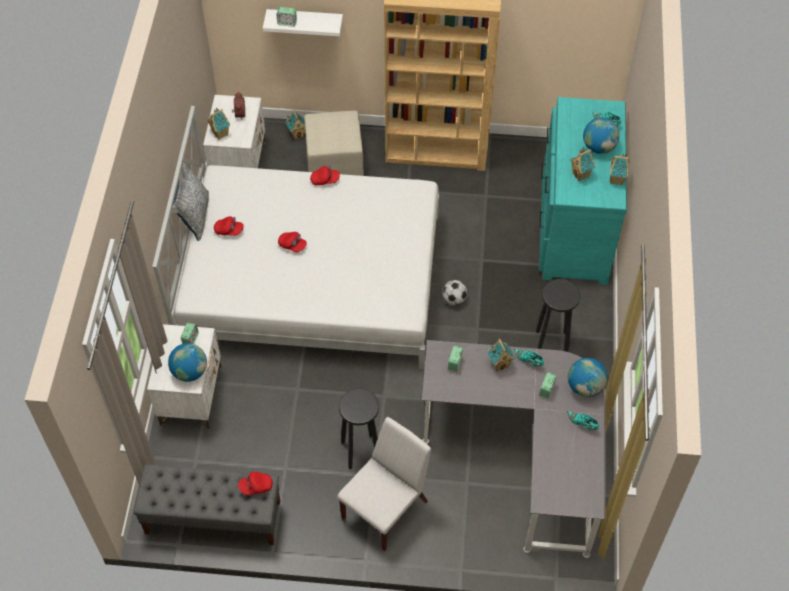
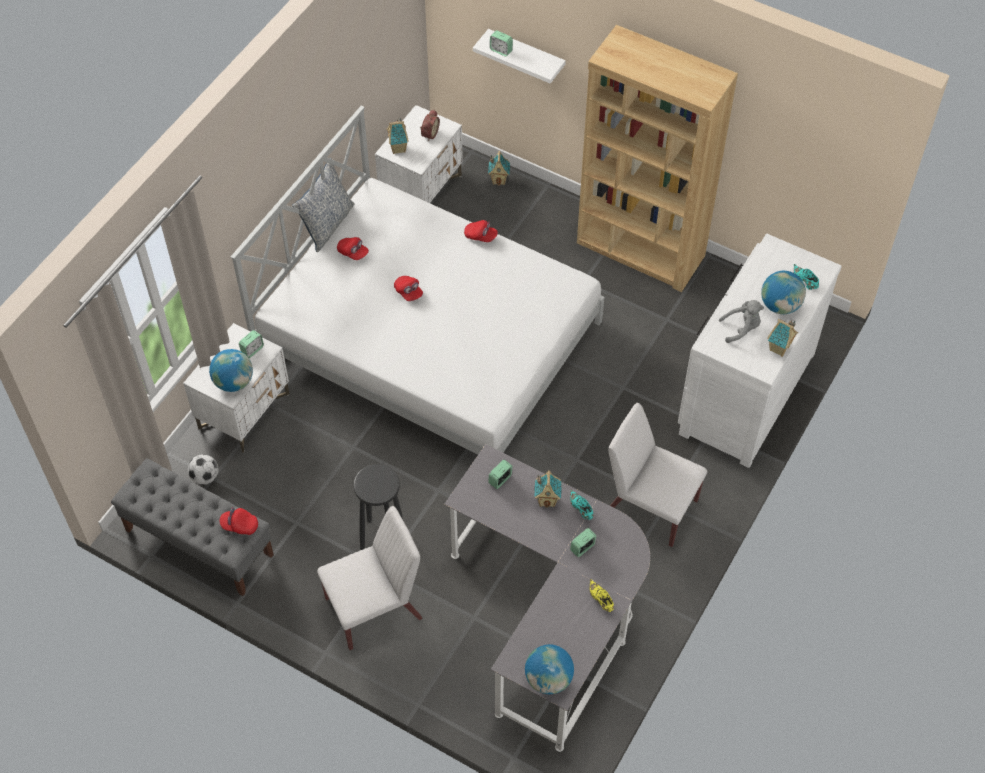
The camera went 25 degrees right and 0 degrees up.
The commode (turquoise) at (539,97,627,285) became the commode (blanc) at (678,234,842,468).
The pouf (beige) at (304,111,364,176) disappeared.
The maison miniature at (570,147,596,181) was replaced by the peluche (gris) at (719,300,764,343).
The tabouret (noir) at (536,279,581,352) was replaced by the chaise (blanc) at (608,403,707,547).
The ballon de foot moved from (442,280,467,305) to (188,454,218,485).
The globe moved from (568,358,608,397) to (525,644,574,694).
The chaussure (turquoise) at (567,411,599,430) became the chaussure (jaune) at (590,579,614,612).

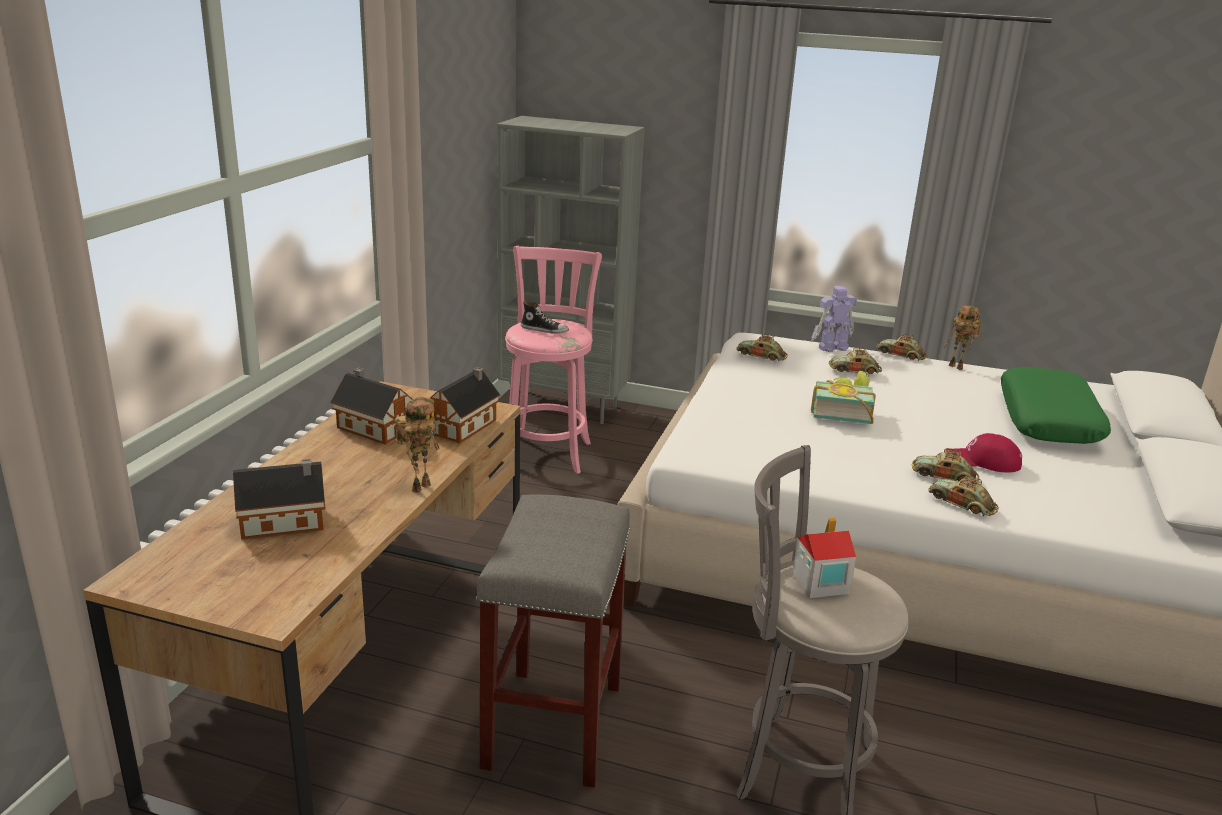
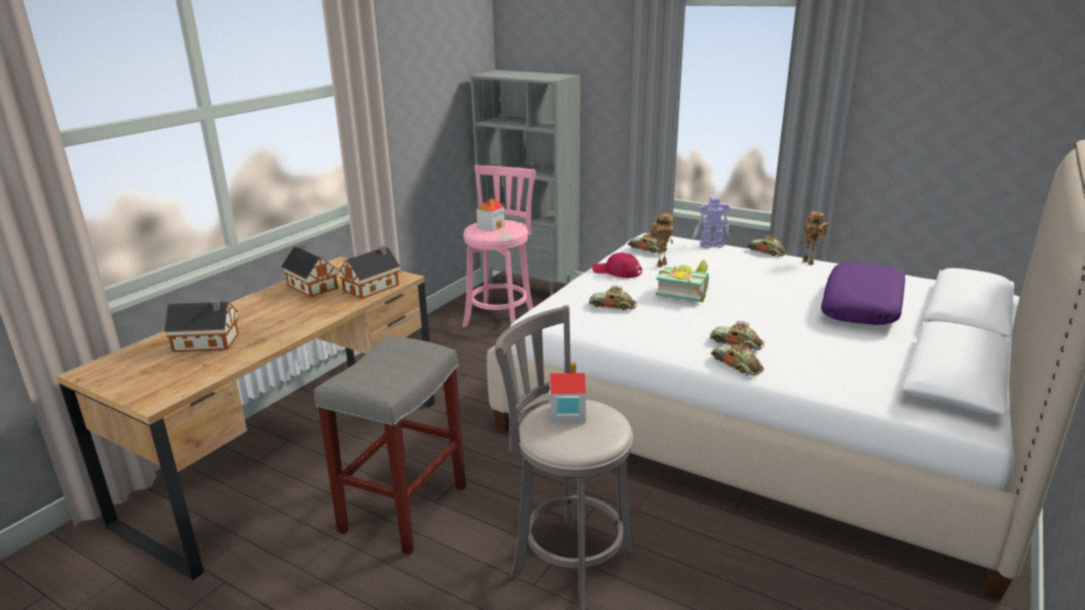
The camera went 15 degrees right and 0 degrees up.
The chaussure at (521,301,569,334) was replaced by the maison miniature at (476,199,505,231).
The petite voiture moved from (829,348,882,374) to (589,286,637,310).
The coussin (vert) at (1001,367,1111,444) became the coussin (violet) at (821,262,905,325).
The robot jouet moved from (395,397,440,493) to (650,213,673,267).
The casquette (rouge) moved from (944,433,1022,472) to (592,253,642,278).

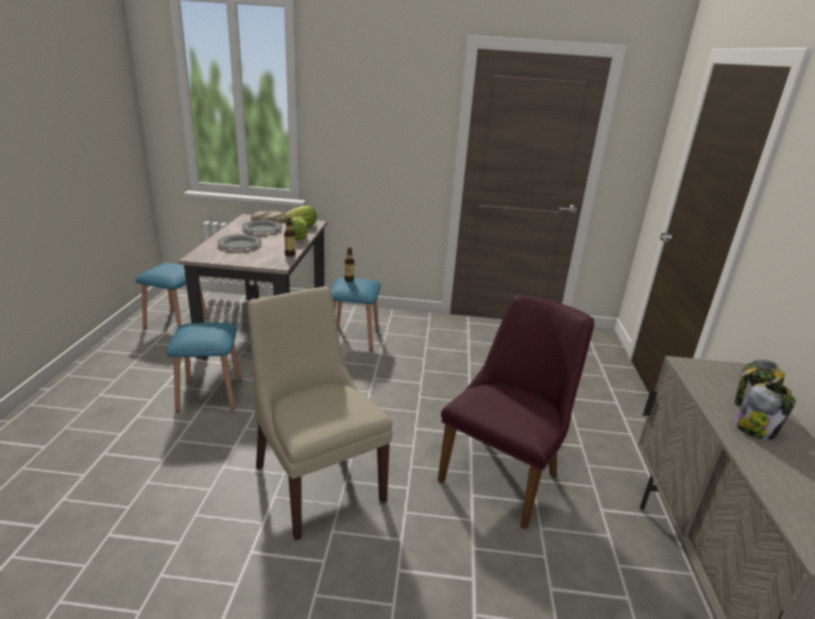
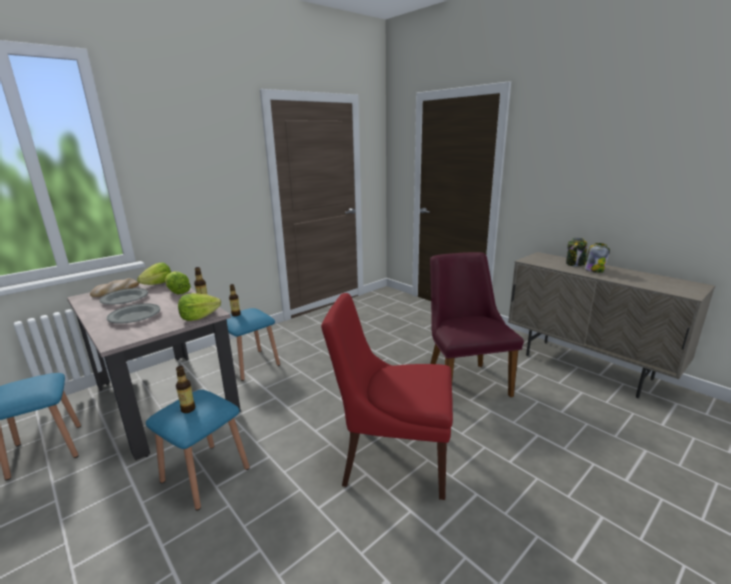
The camera went 45 degrees left and 5 degrees down.
The chaise (beige) at (248,286,393,541) became the chaise (rouge) at (321,293,453,500).
The laitue at (178,293,221,321) appeared.
The bouteille at (176,366,195,413) appeared.

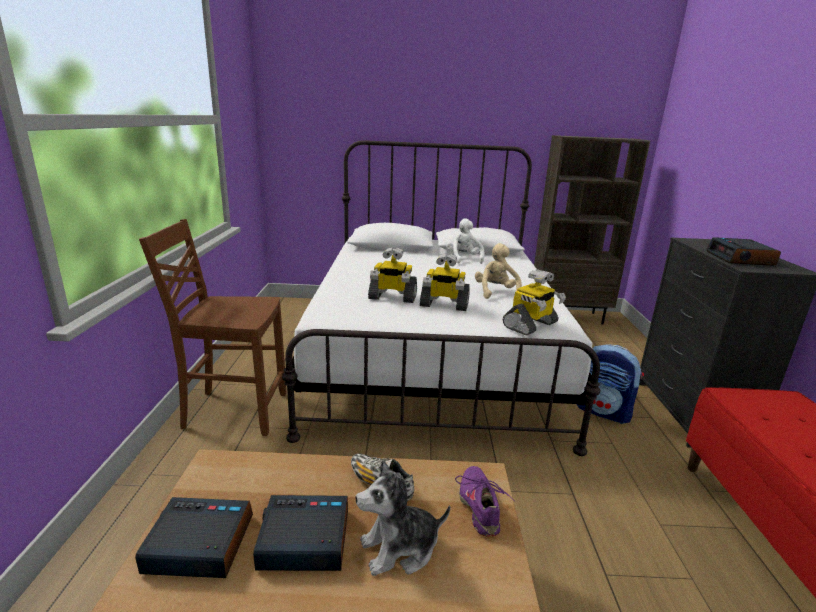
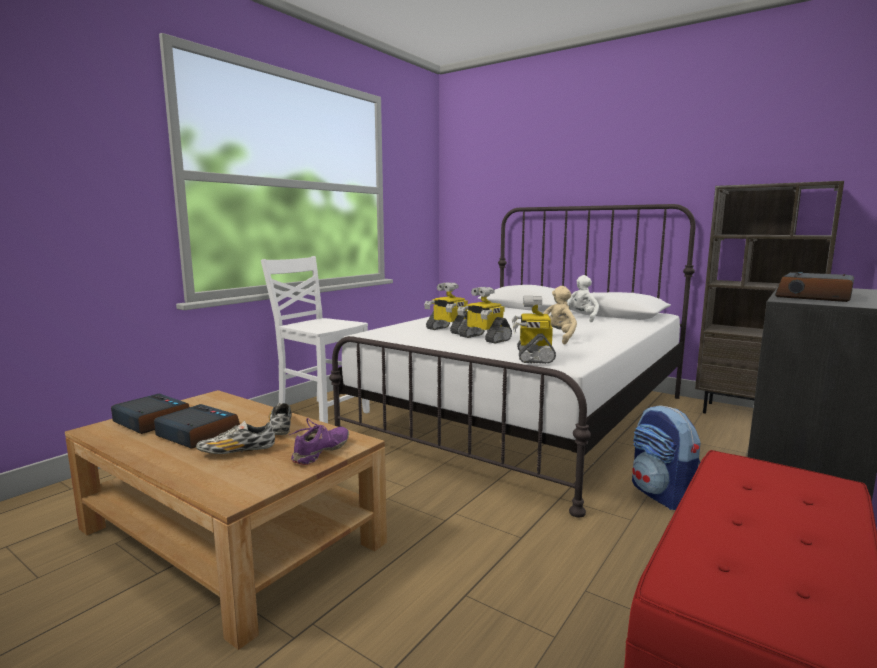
The camera went 35 degrees right and 10 degrees down.
The chaise (marron) at (139,219,287,436) became the chaise (blanc) at (261,256,370,423).
The robot jouet at (502,269,566,336) turned 105 degrees clockwise.
The peluche at (355,459,450,576) was replaced by the chaussure at (196,421,275,454).

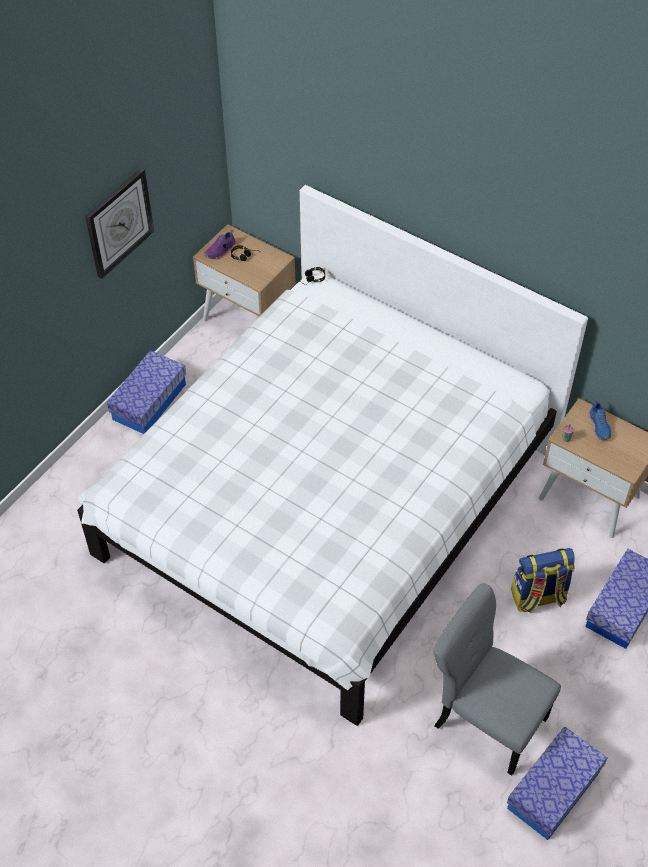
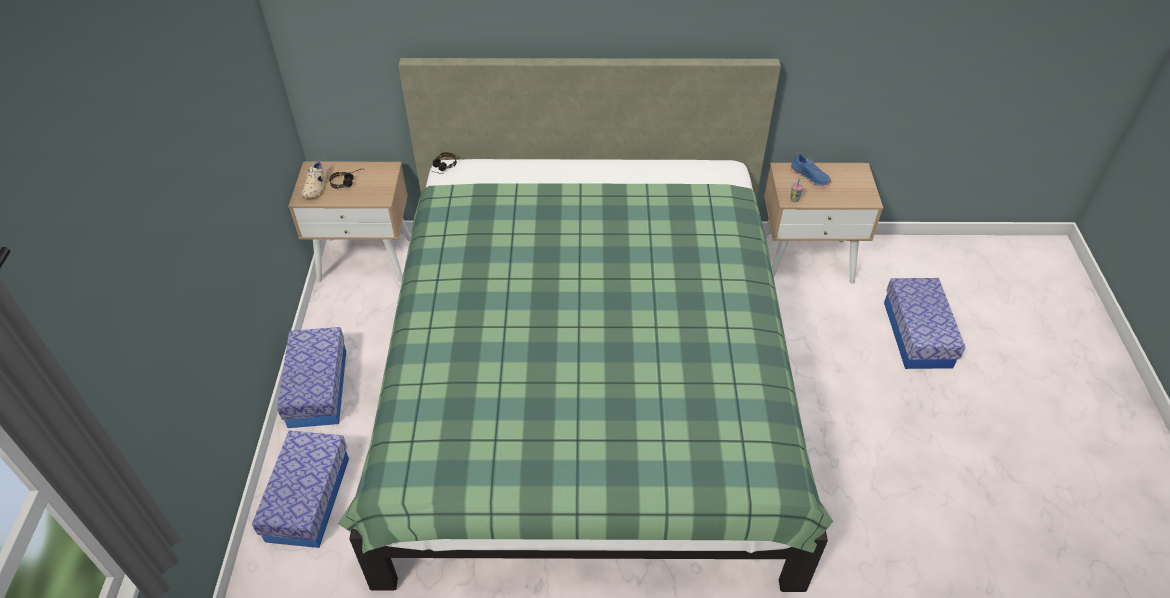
The camera went 35 degrees left and 5 degrees down.
The horloge murale at (85,168,154,279) disappeared.
The lit (blanc) at (77,185,588,726) became the lit (vert) at (338,58,833,592).
The chaussure (violet) at (204,230,236,259) became the chaussure (beige) at (301,159,328,198).
The sac à dos at (511,548,575,613) disappeared.
The chaise (gris) at (433,583,561,776) disappeared.
The boîte de rangement moved from (507,726,607,840) to (252,431,349,548).

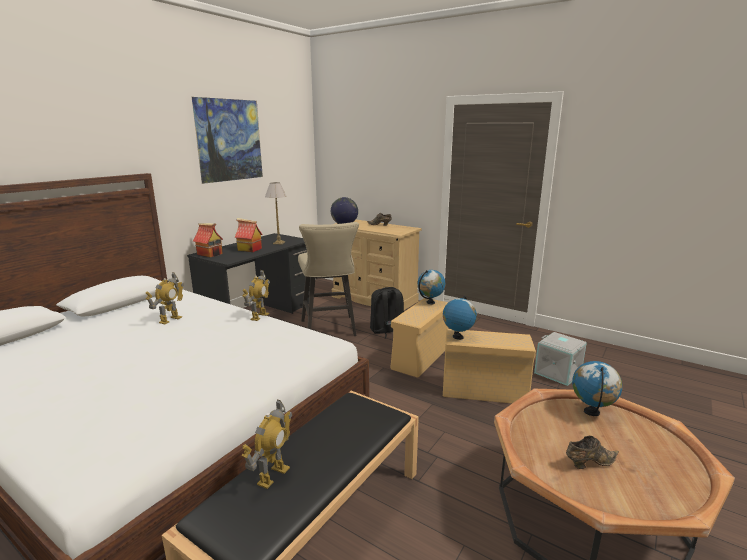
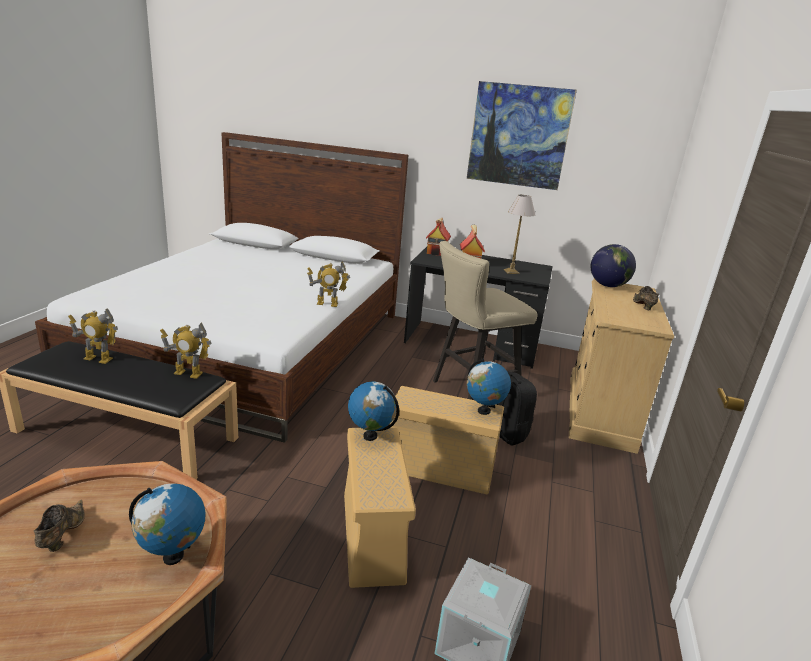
The camera went 70 degrees right and 5 degrees up.
The robot jouet moved from (146,272,184,324) to (160,322,212,379).
The chaussure (marron) at (566,436,619,469) turned 150 degrees counterclockwise.

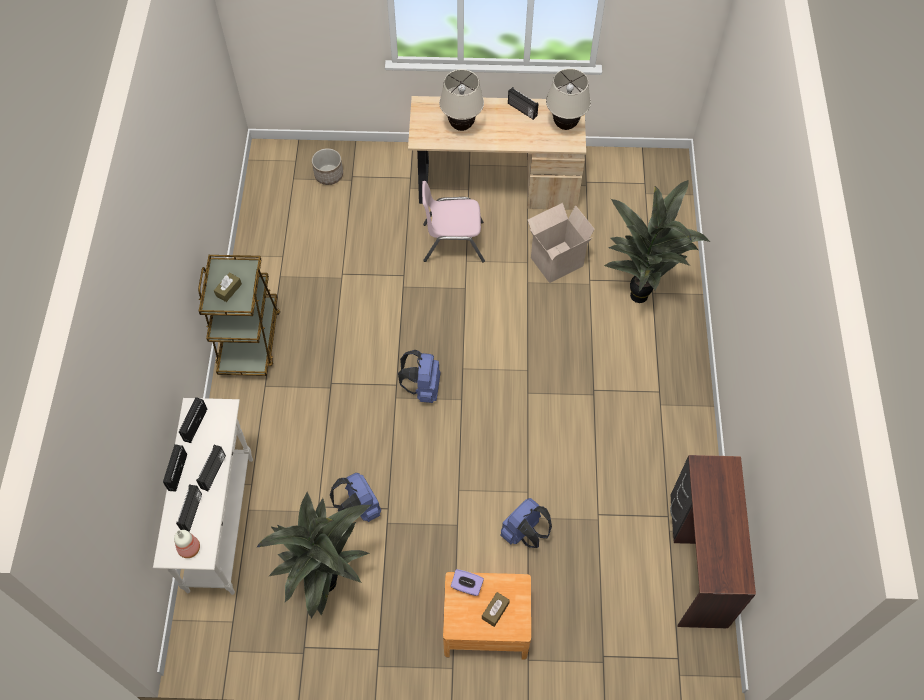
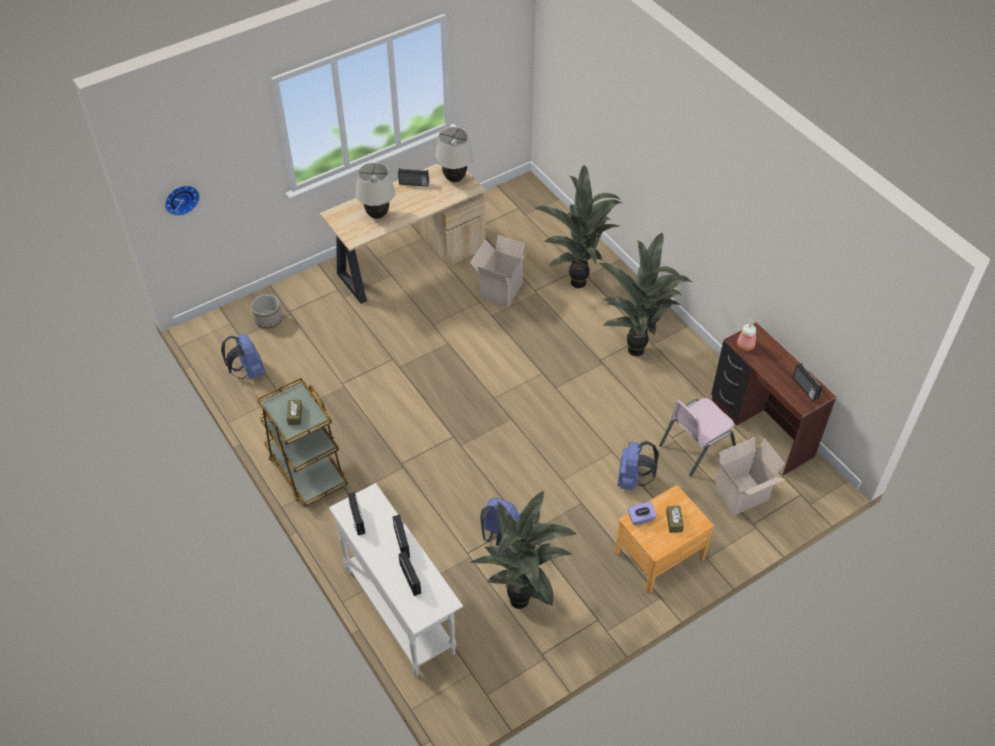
The camera went 35 degrees left and 10 degrees down.
The chaise (rose) moved from (422,181,485,262) to (659,398,736,477).
The sac à dos (bleu) moved from (398,350,441,403) to (221,334,265,379).
The radio moved from (163,444,187,492) to (793,363,822,401).
The bouteille moved from (174,530,200,558) to (737,320,756,351).
The horloge murale at (165,185,200,216) appeared.
The plante en pot at (599,232,692,356) appeared.
The carton at (714,437,785,516) appeared.

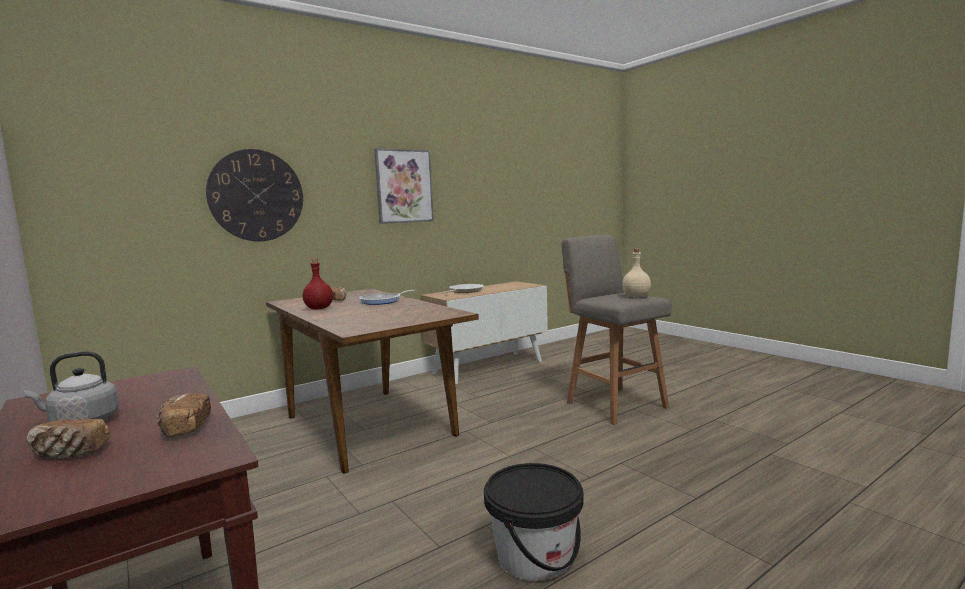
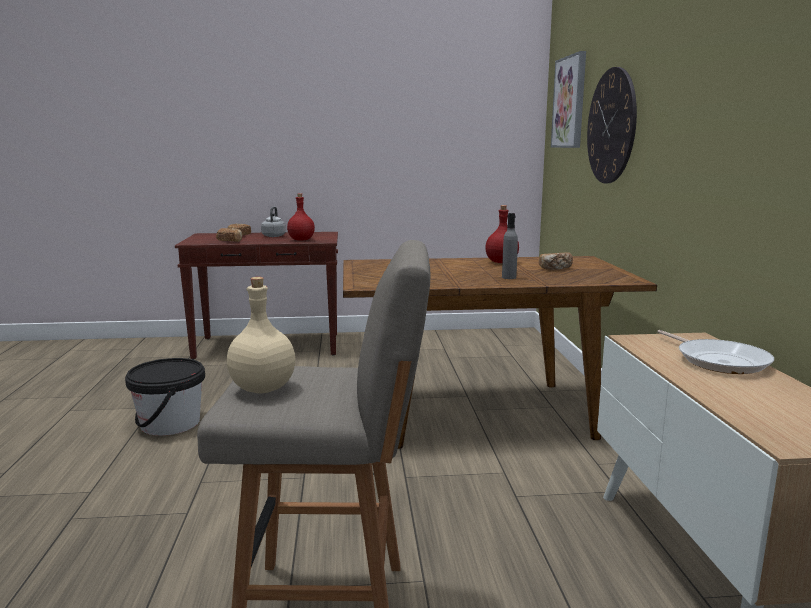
The camera went 120 degrees right and 5 degrees up.
The tableau moved from (374,148,434,224) to (551,51,586,148).
The poêle at (360,290,415,305) was replaced by the bouteille (gris) at (502,213,518,279).
The bouteille (rouge) at (287,193,315,241) appeared.

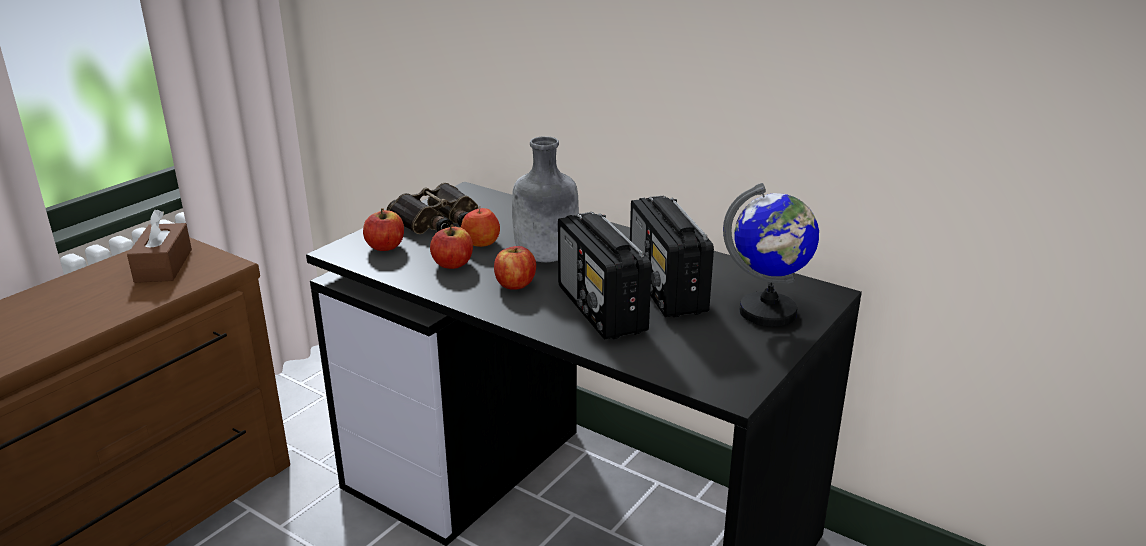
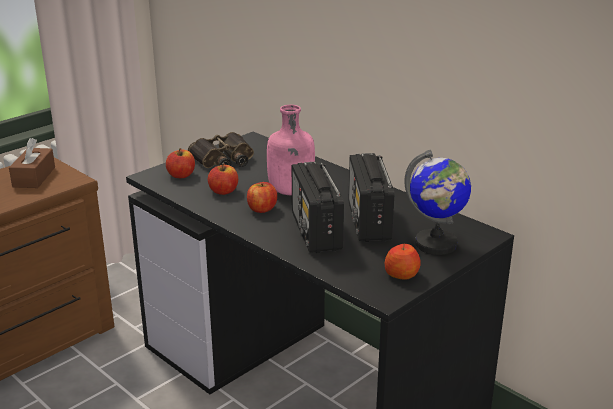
The camera went 10 degrees right and 0 degrees up.
The bouteille (gris) at (512,136,579,262) became the bouteille (rose) at (267,105,315,195).
The pomme moved from (461,206,500,247) to (385,244,421,280).

